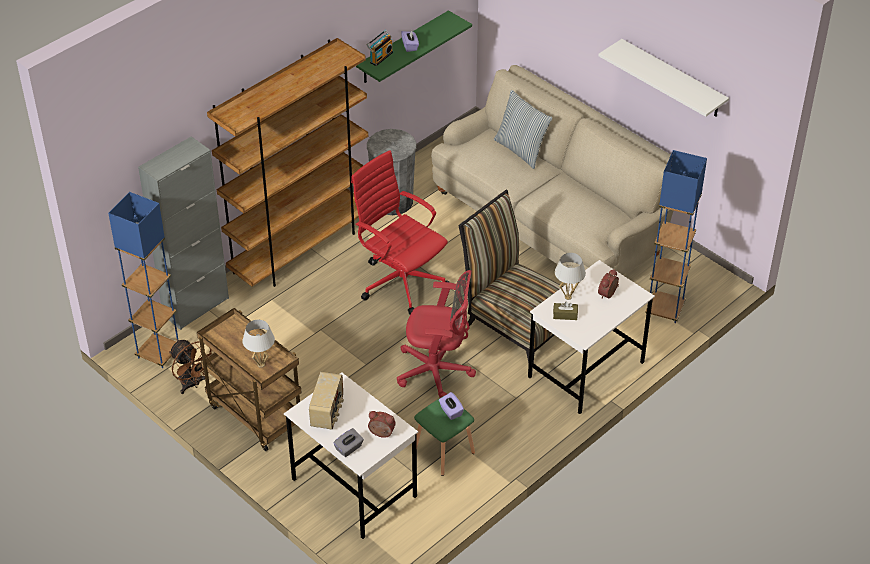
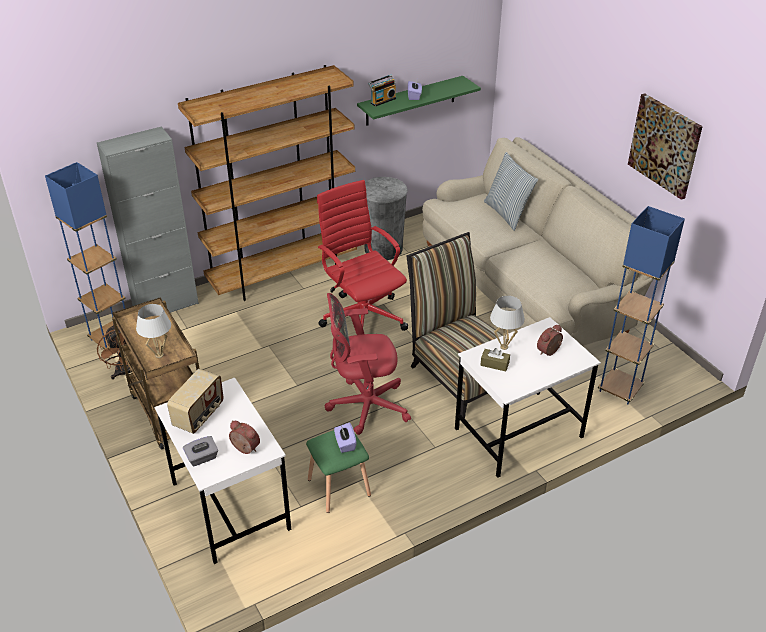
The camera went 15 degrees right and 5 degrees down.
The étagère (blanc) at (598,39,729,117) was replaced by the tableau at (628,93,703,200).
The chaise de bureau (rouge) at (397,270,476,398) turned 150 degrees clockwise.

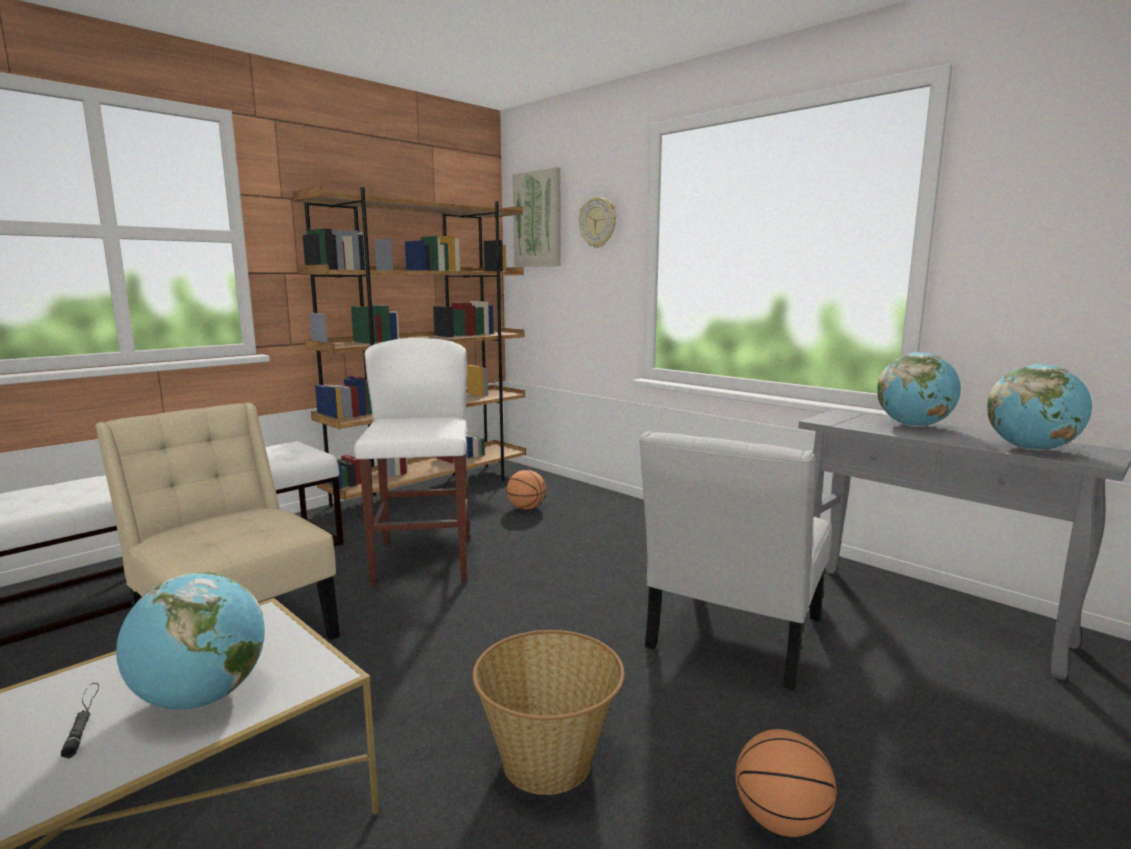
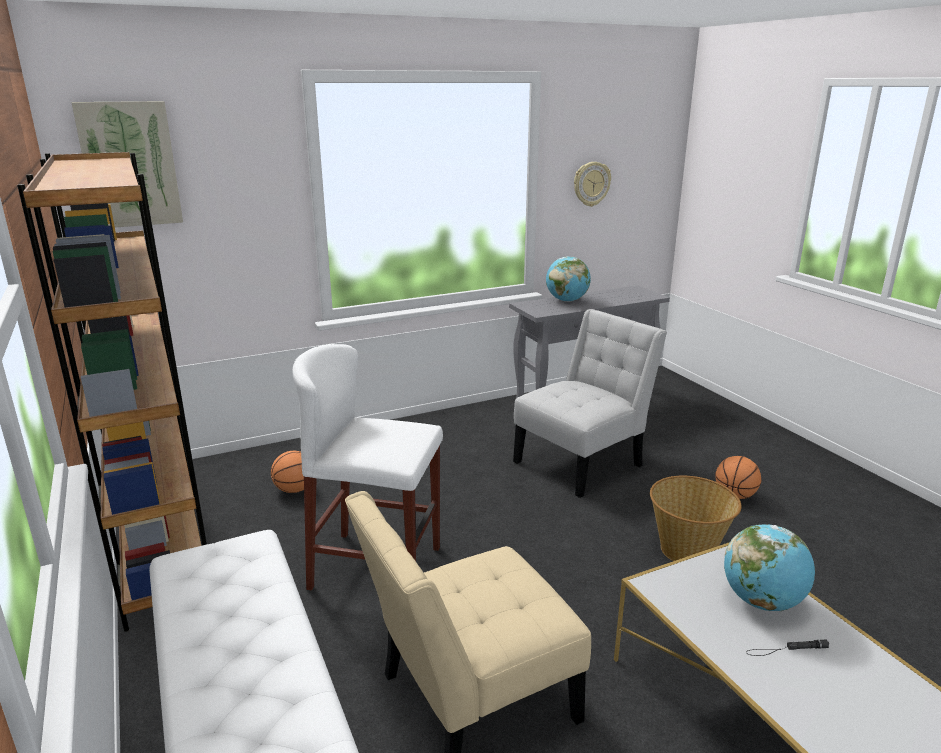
The camera went 70 degrees left and 10 degrees up.
The horloge murale moved from (579,197,616,248) to (574,162,611,207).
The globe at (987,364,1092,451) disappeared.
The chaise (blanc) at (639,431,832,690) turned 90 degrees counterclockwise.

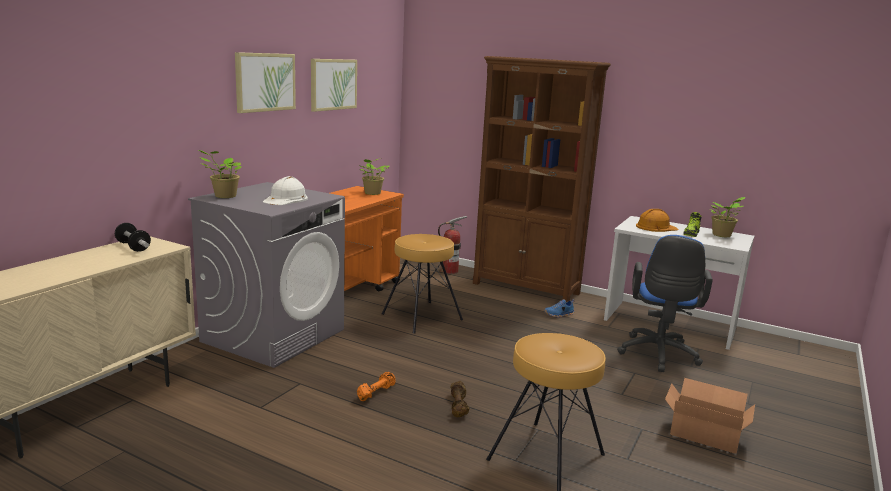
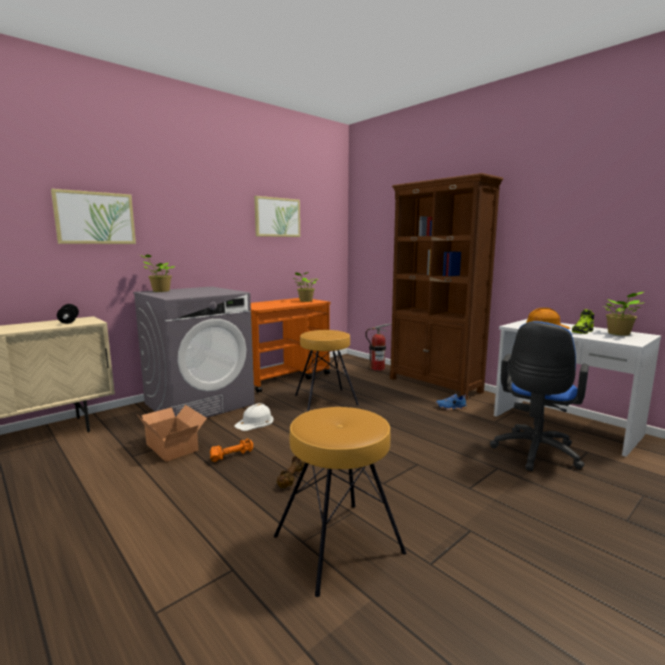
The camera went 20 degrees right and 5 degrees down.
The tableau moved from (235,52,296,113) to (51,189,136,244).
The casque de chantier (blanc) moved from (263,176,308,205) to (234,403,274,431).
The carton moved from (665,378,755,454) to (137,405,207,462).

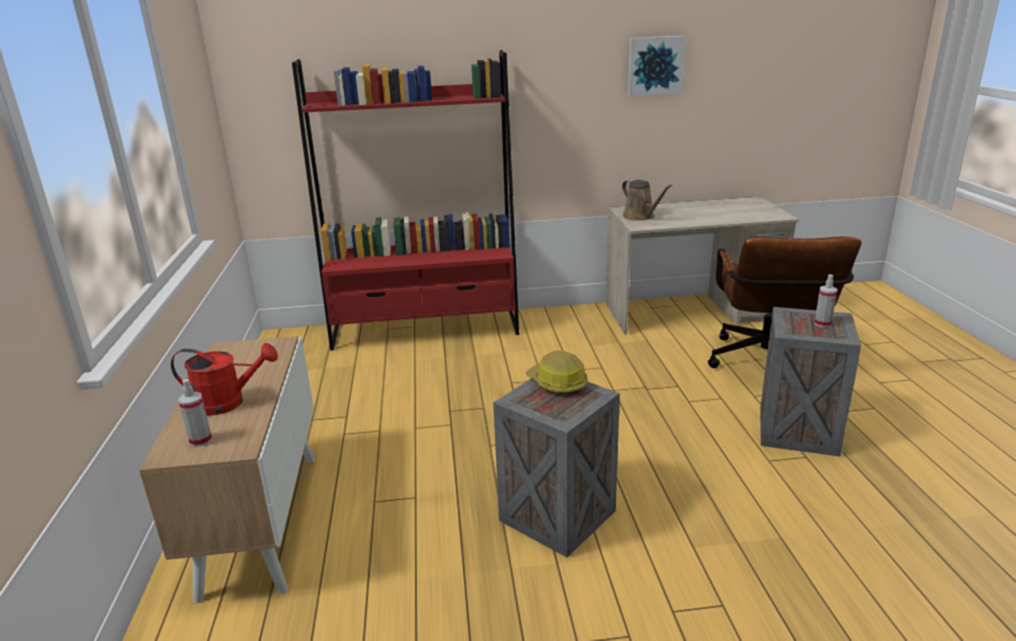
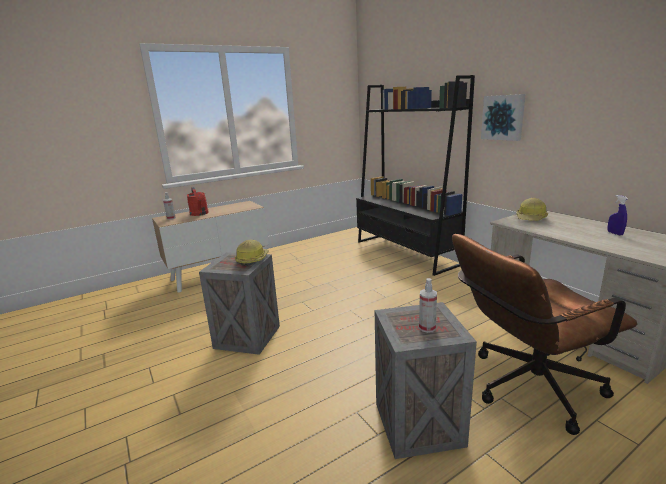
The camera went 65 degrees right and 5 degrees down.
The tableau moved from (628,36,686,96) to (481,94,526,141).
The bibliothèque (rouge) at (292,50,519,351) became the bibliothèque (noir) at (356,75,475,276).
The arrosoir (marron) at (622,180,672,221) was replaced by the casque de chantier at (516,198,548,221).
The vaporisateur (bleu) at (607,195,628,236) appeared.

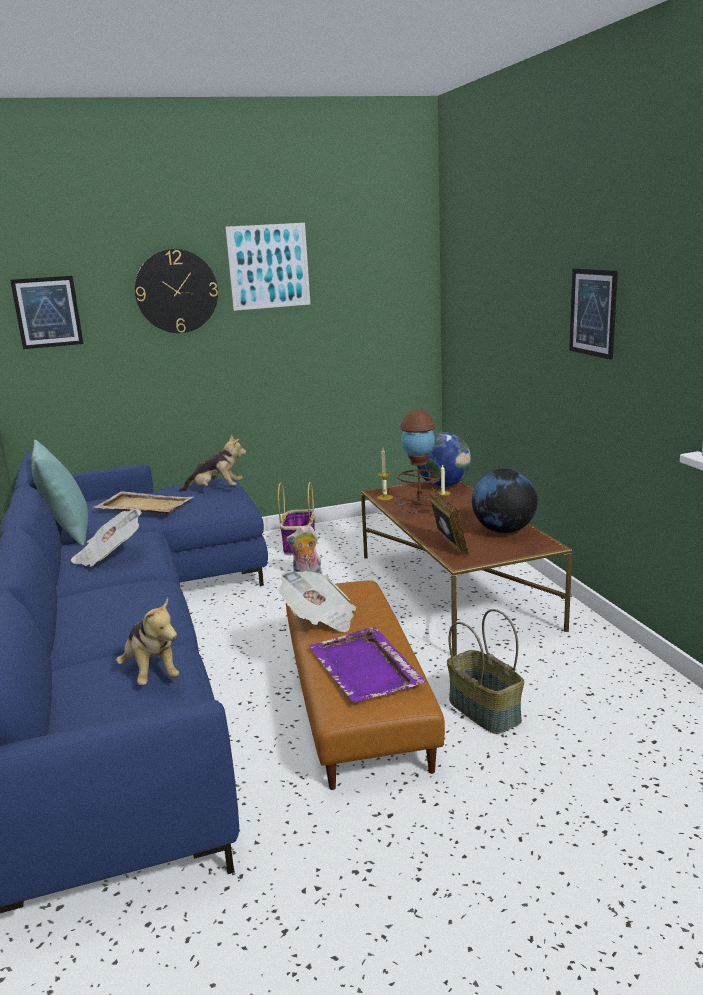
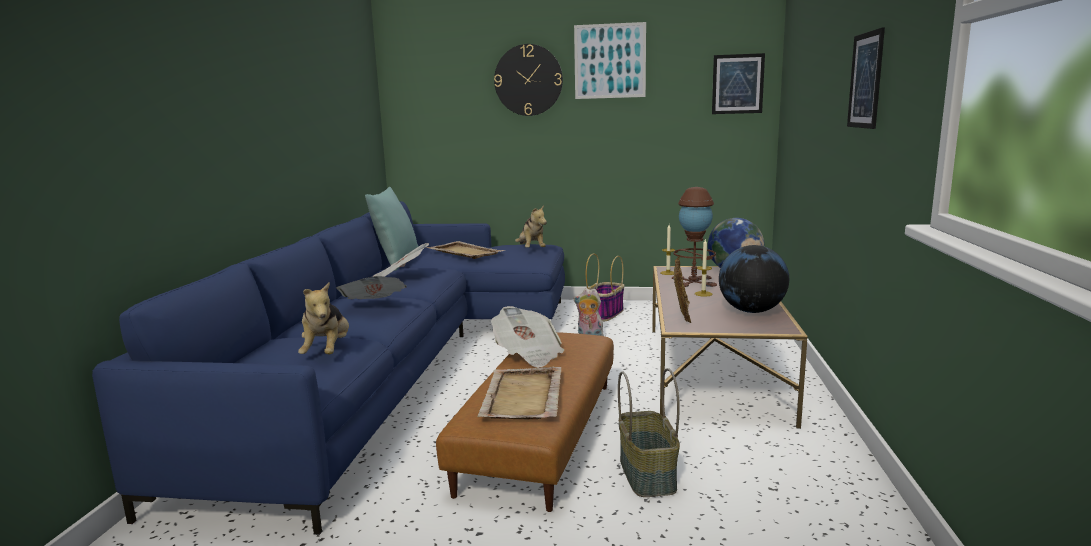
The camera went 25 degrees right and 5 degrees down.
The tableau moved from (10,276,84,349) to (712,53,765,114).
The peluche at (178,435,246,492) turned 45 degrees clockwise.
The plateau (violet) at (309,627,426,703) became the plateau (beige) at (477,367,562,419).
The journal at (336,276,407,299) appeared.

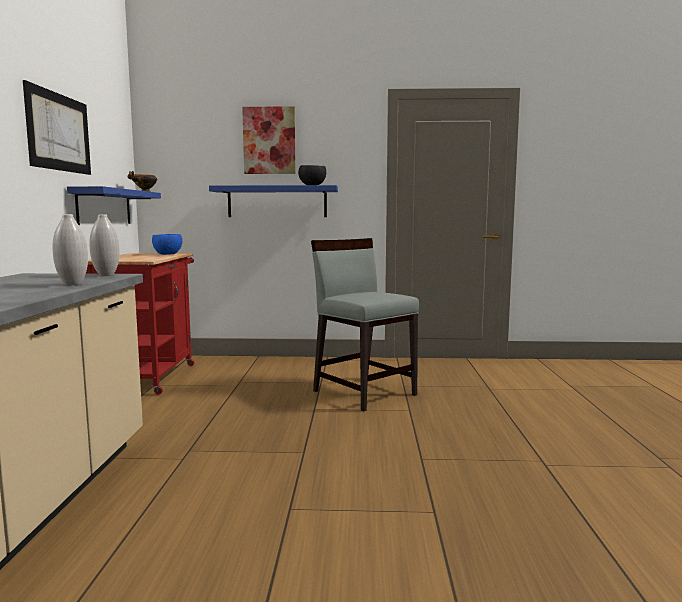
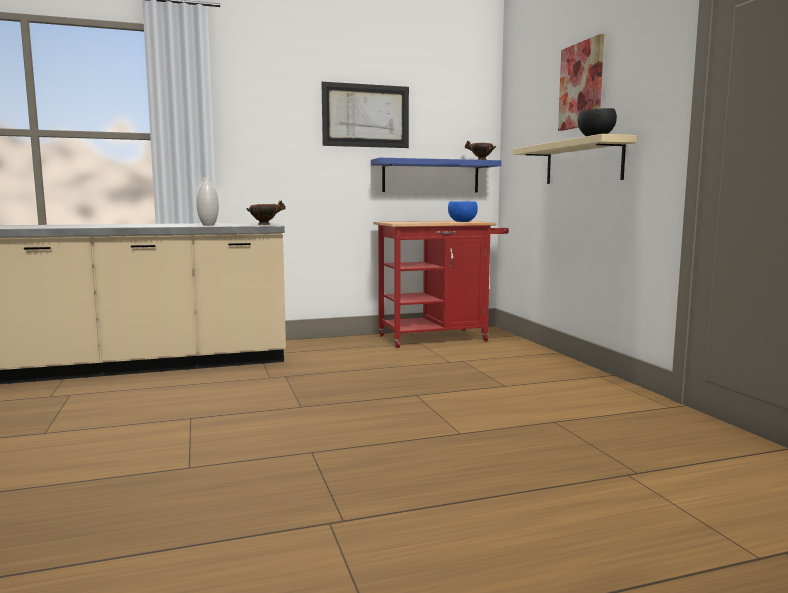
The camera went 70 degrees right and 0 degrees up.
The étagère (bleu) at (209,185,338,217) became the étagère (beige) at (513,134,637,184).
The vase (blanc) at (89,214,120,276) was replaced by the bol at (246,200,286,225).
The chaise (gris) at (311,238,419,412) disappeared.

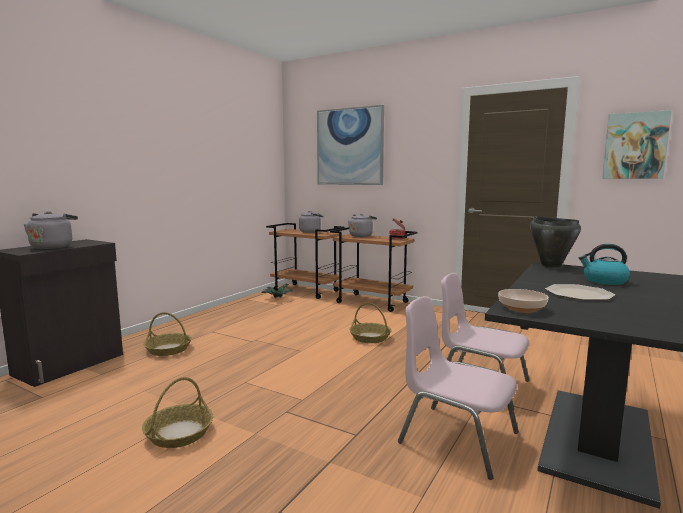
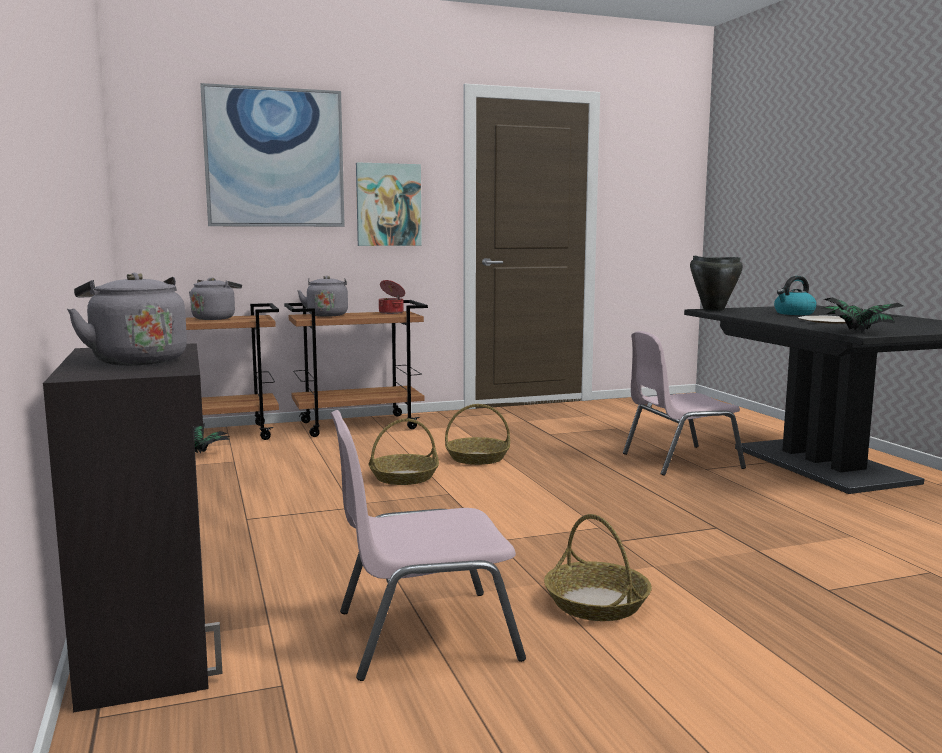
The camera went 50 degrees left and 0 degrees up.
The tableau moved from (602,110,672,179) to (356,162,422,246).
The bol at (498,289,549,313) was replaced by the plante en pot at (821,297,903,333).
The chaise (rose) moved from (398,296,519,480) to (330,410,526,681).
The panier moved from (143,312,192,356) to (369,418,439,485).

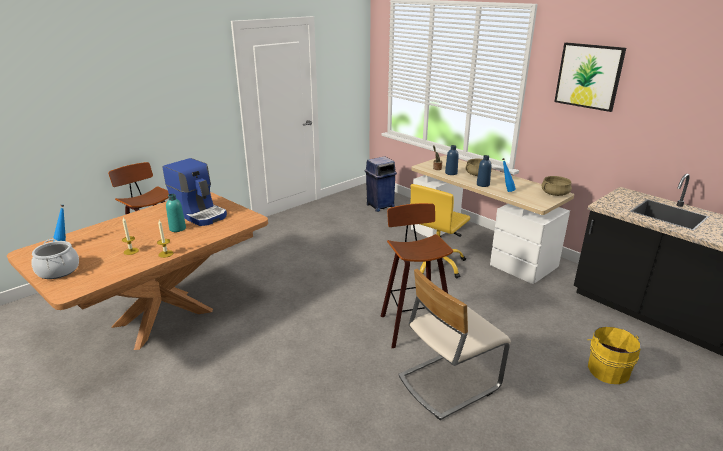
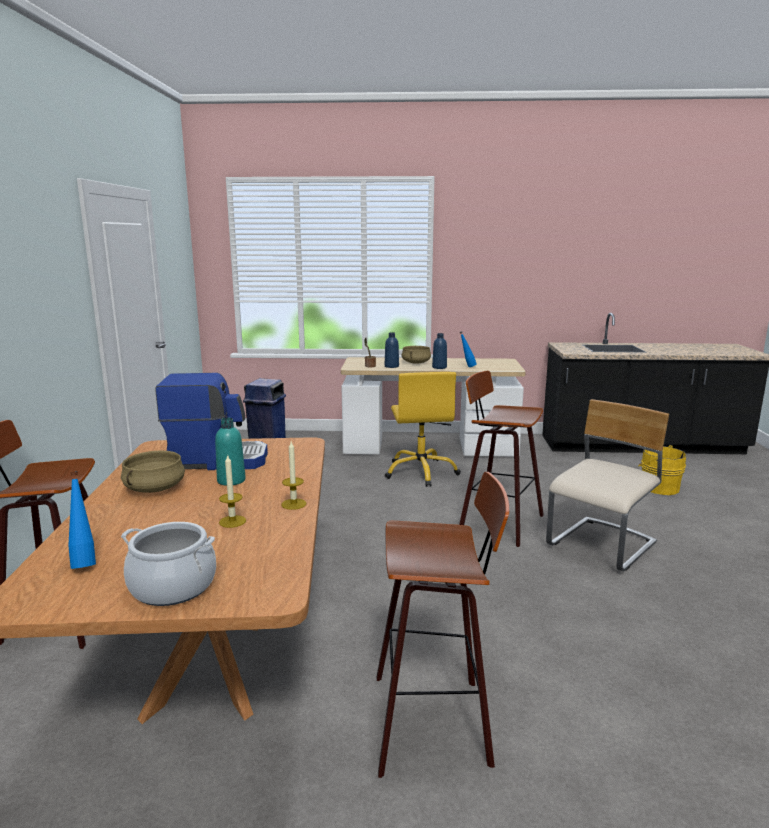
The camera went 45 degrees left and 10 degrees down.
The tableau at (554,42,626,112) disappeared.
The marmite (beige) moved from (541,176,572,196) to (121,451,185,493).
The chaise (beige) at (399,269,511,420) turned 150 degrees counterclockwise.
The tabouret at (377,472,509,778) appeared.

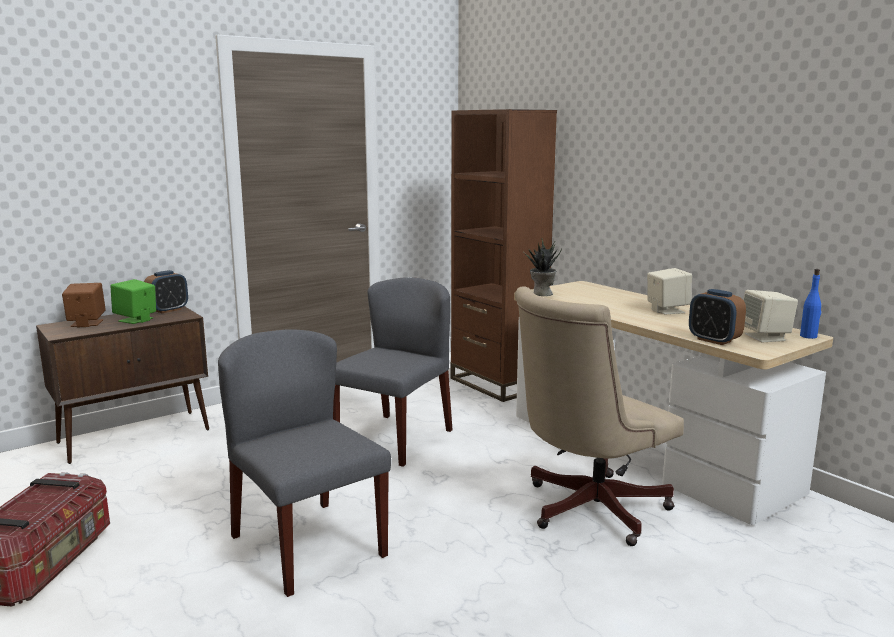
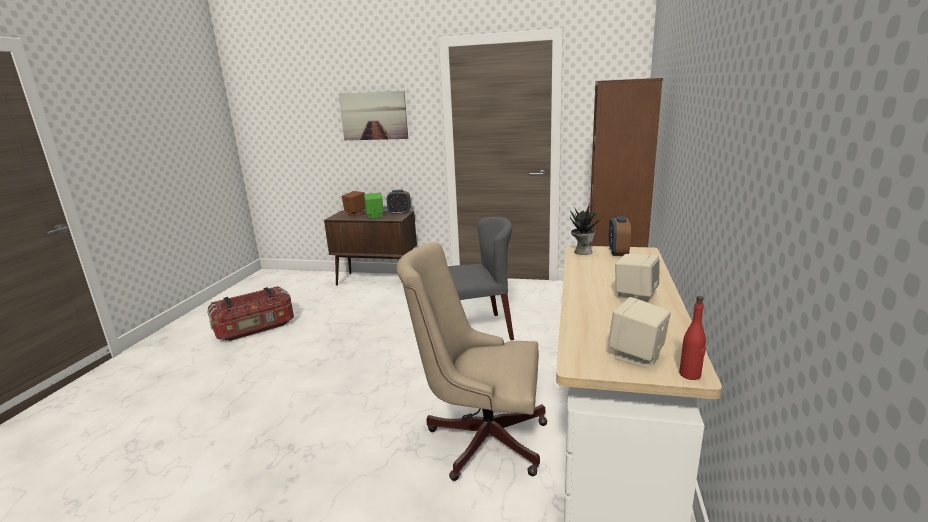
The camera went 50 degrees right and 5 degrees up.
The bouteille (bleu) at (800,269,821,339) became the bouteille (rouge) at (679,296,706,380).
The réveil moved from (689,289,746,345) to (608,216,631,256).
The chaise (gris) at (218,329,391,597) disappeared.
The tableau at (339,90,408,140) appeared.

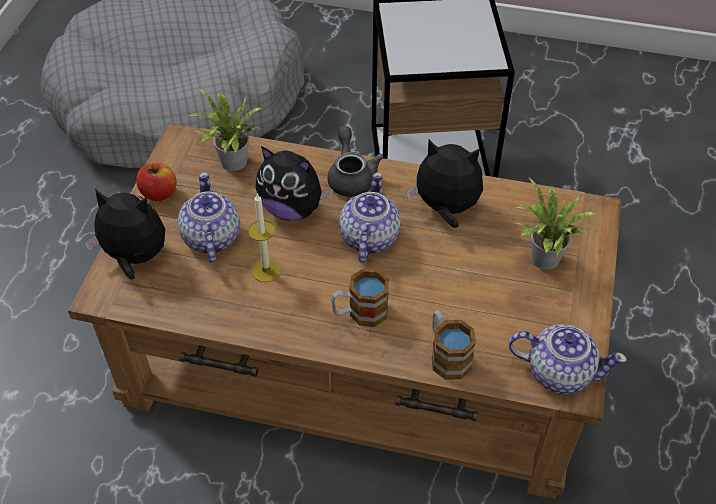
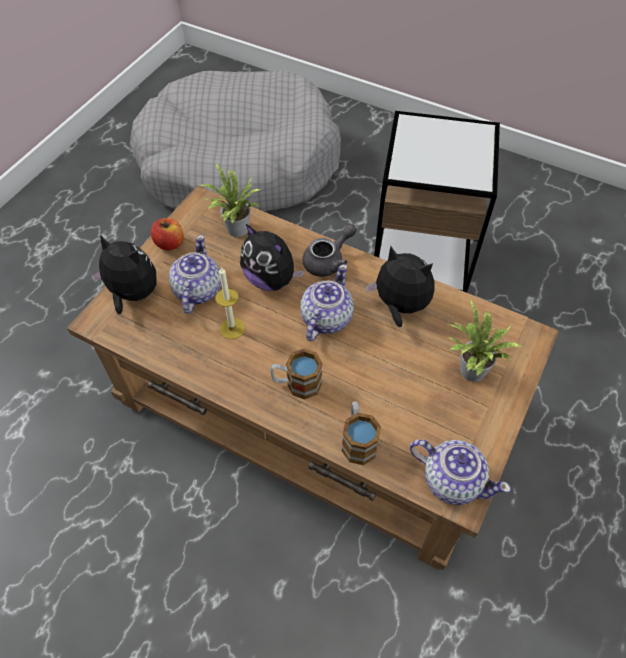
The camera went 15 degrees right and 5 degrees up.
The théière (gris) at (327,126,384,197) turned 45 degrees clockwise.

